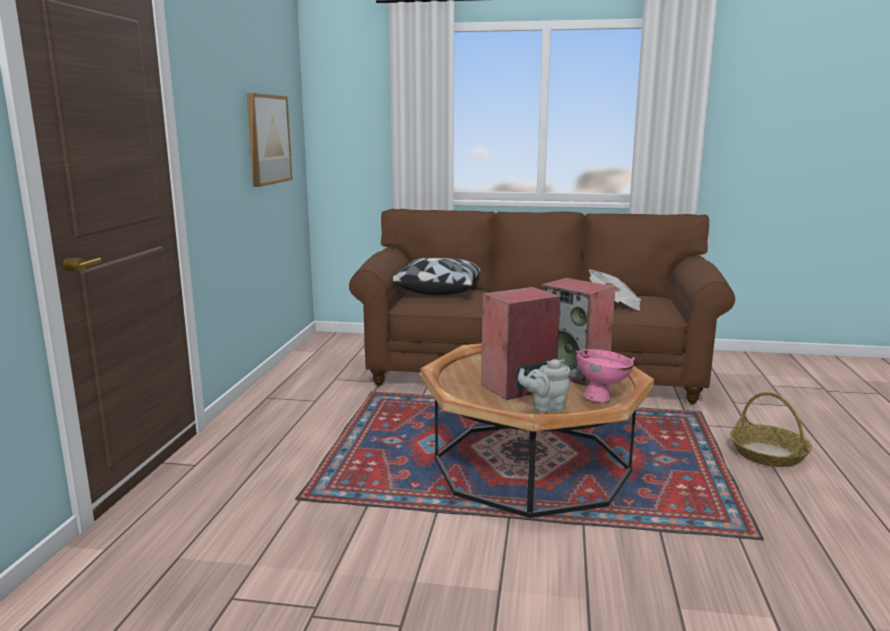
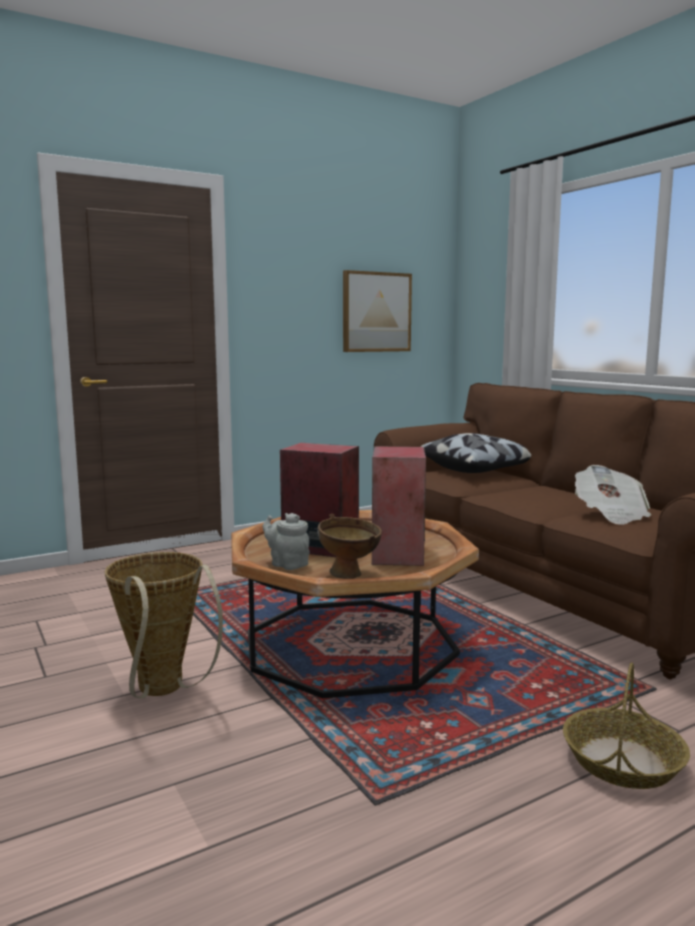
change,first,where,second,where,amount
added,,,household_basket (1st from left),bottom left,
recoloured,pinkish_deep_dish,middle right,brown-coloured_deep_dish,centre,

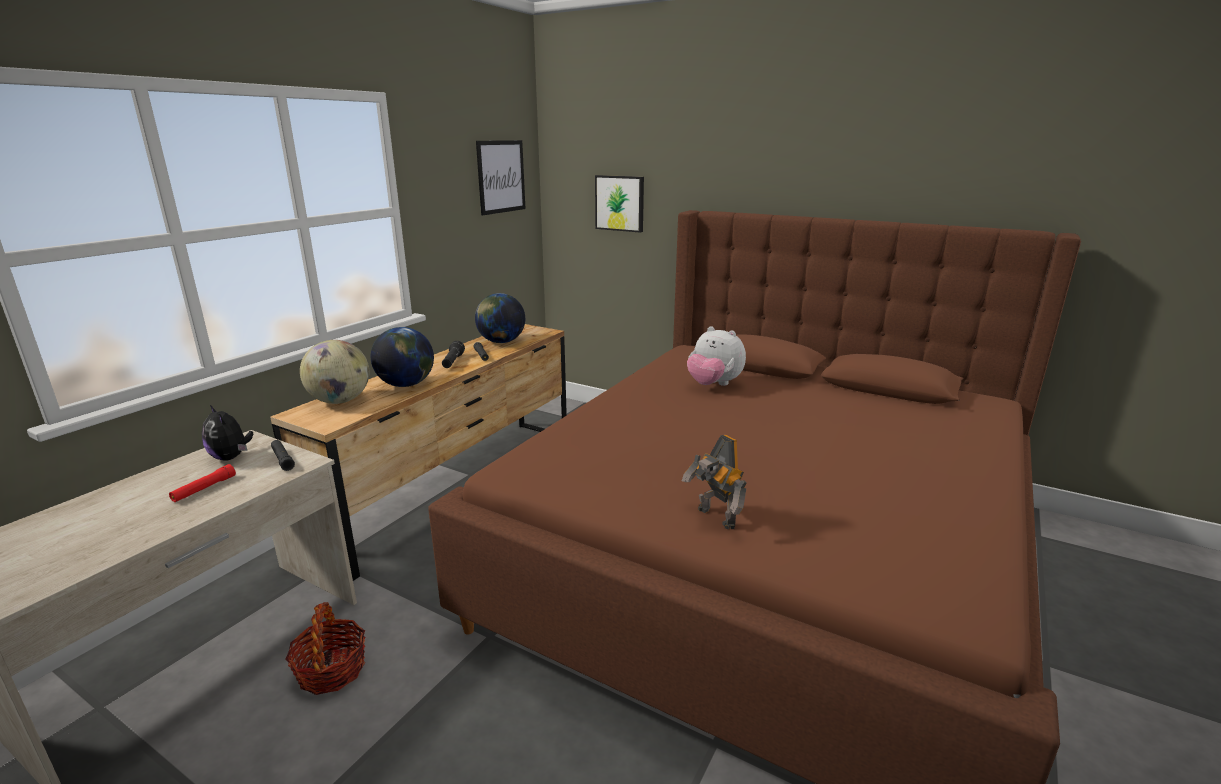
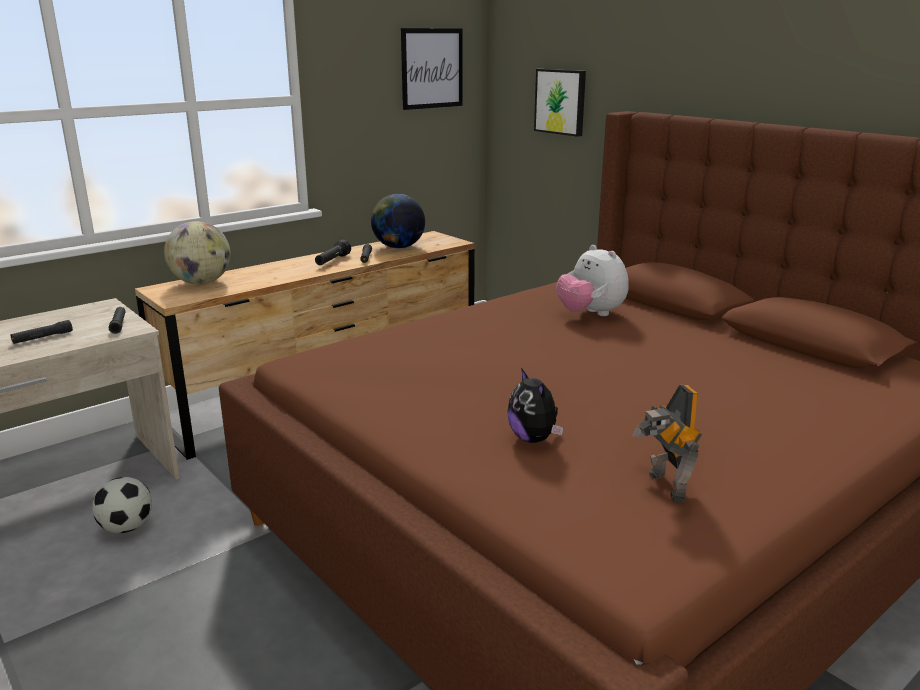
change,first,where,second,where,amount
removed,world_globe (2nd from left),middle left,,,
moved,cuddly_toy (1st from left),middle left,,centre,
moved,toy_robot,centre,,middle right,
replaced,household_basket,bottom left,ball_for_football,bottom left,
recoloured,red_flashlight,middle left,blackish_flashlight (1st from left),middle left,

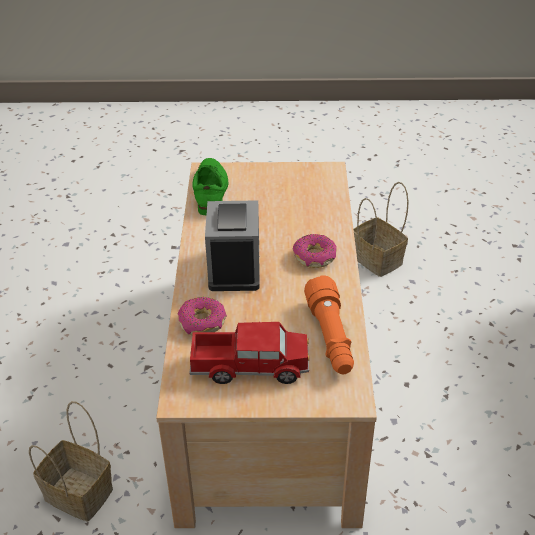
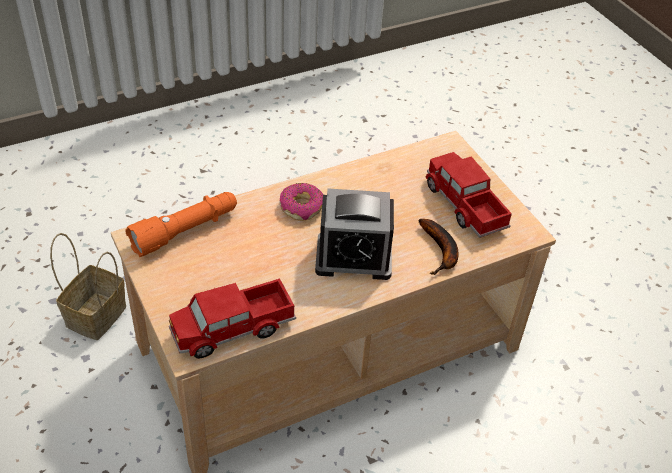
change,first,where,second,where,amount
removed,household_basket (1st from left),bottom left,,,
moved,orangey_flashlight,centre,,middle left,
replaced,doughnut (1st from left),centre,banana_fruit,centre,
replaced,greenish_item_of_footwear,centre,model_truck (1st from left),bottom centre,
turned,alarm_clock,centre,,centre,150 degrees counterclockwise

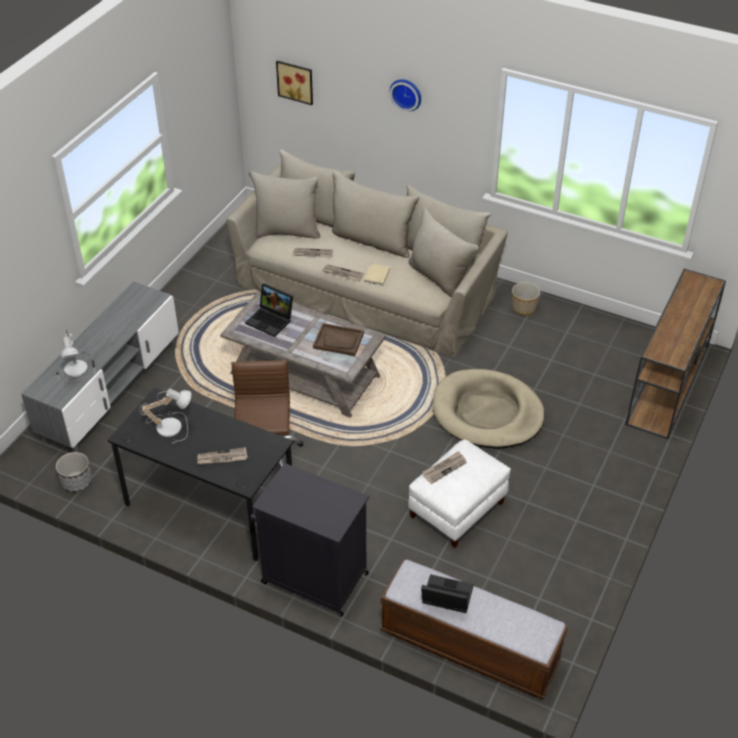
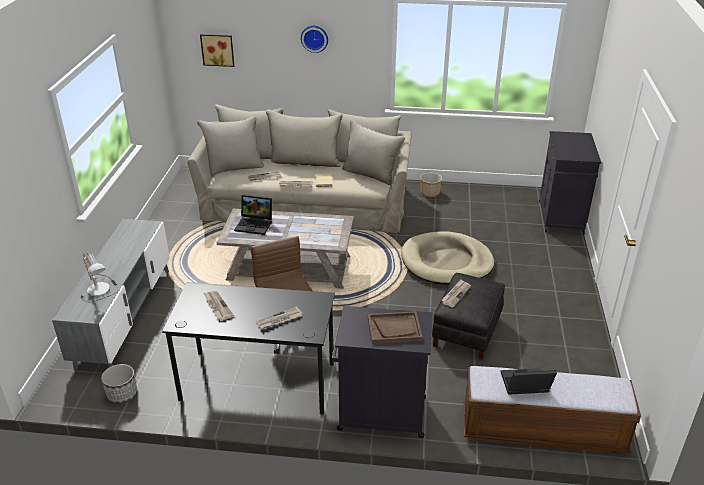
change,first,where,second,where,amount
moved,brown-coloured_tray,centre,,bottom centre,
replaced,lamp_for_a_table (2nd from left),middle left,printed_paper (1st from left),middle left,
replaced,brown-coloured_console_table,middle right,blackish_cabinet (2nd from left),middle right,
recoloured,whitish_ottoman,bottom centre,blackish_ottoman,centre,

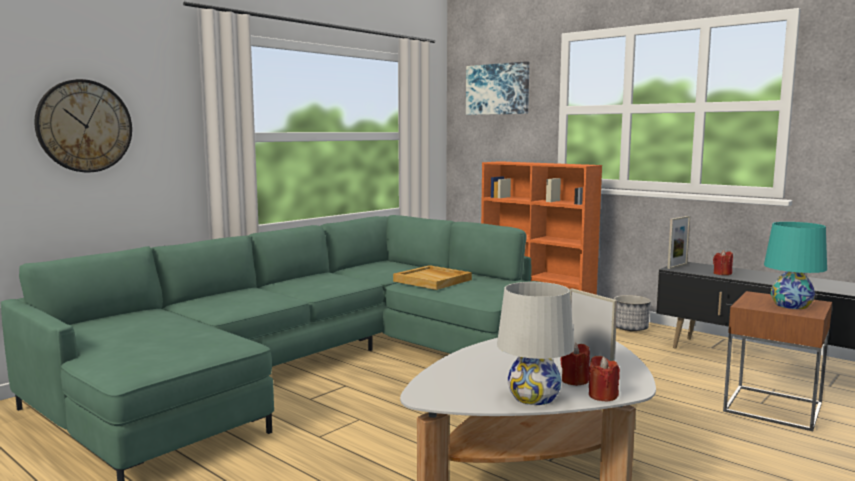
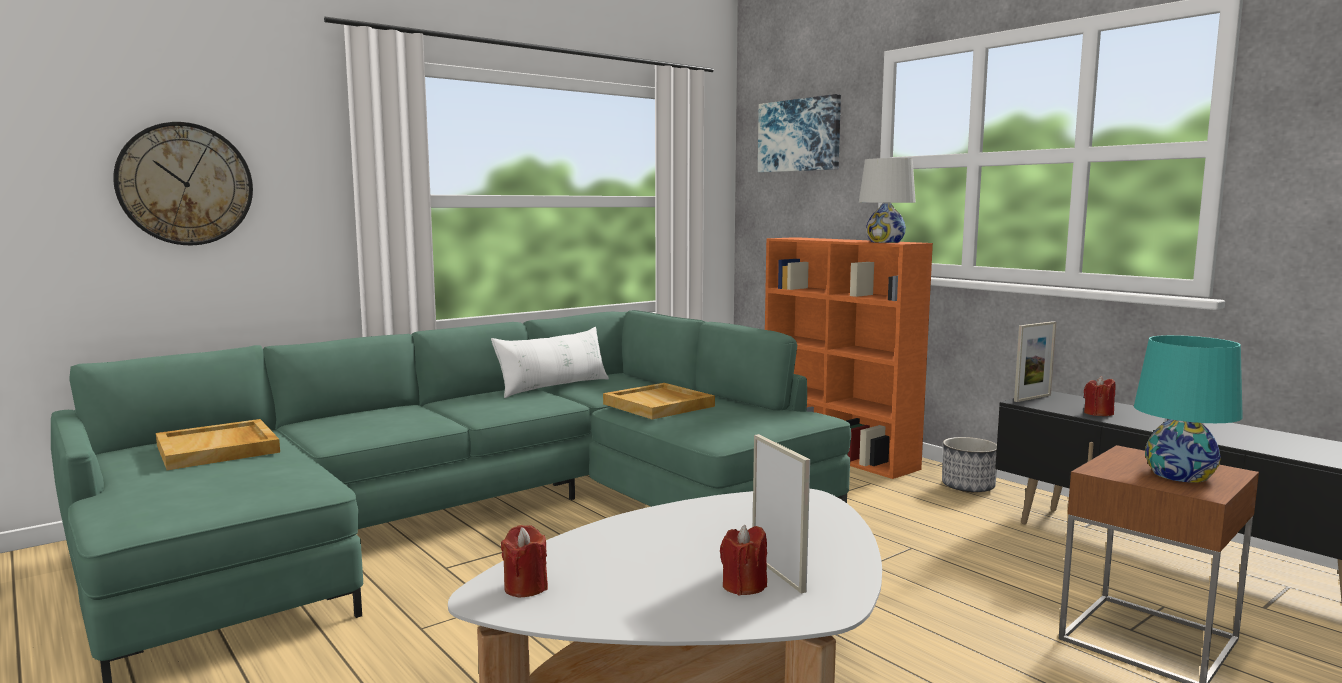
change,first,where,second,where,amount
added,,,beige-coloured_tray (1st from left),middle left,
added,,,whitish_pillow,centre,
moved,whitish_lamp_for_a_table,bottom centre,,top centre,
moved,red_wax_candle (2nd from left in the first image),bottom right,red_wax_candle (1st from left),bottom centre,

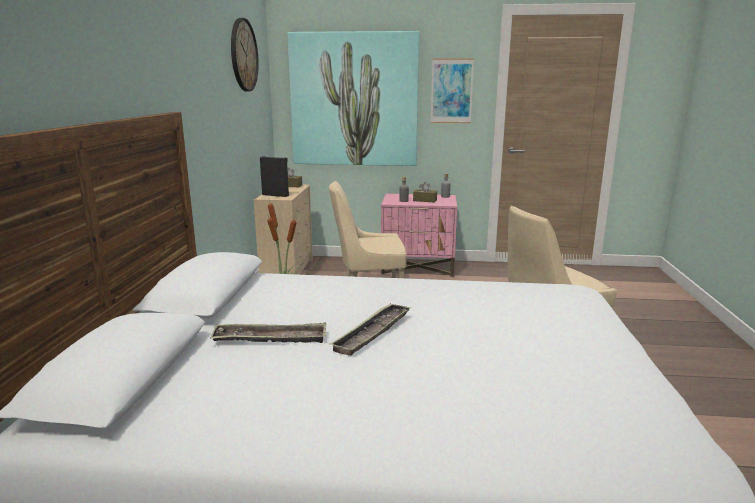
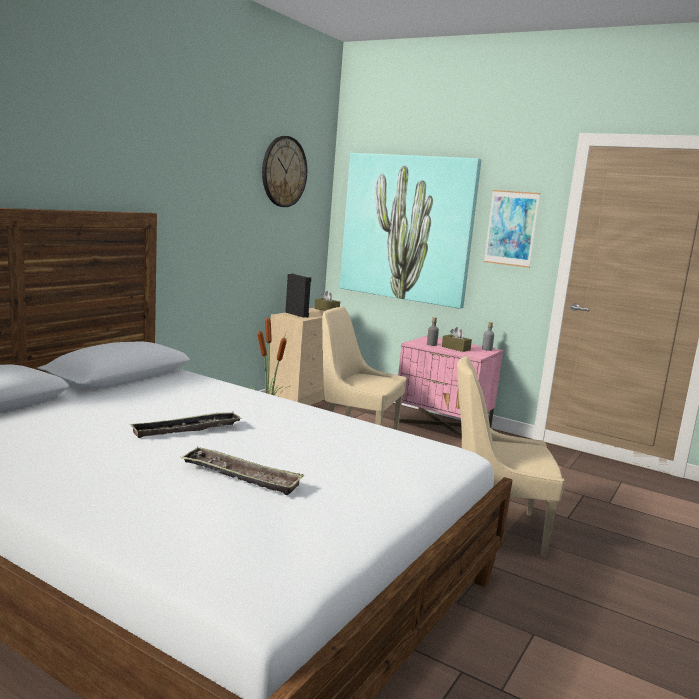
change,first,where,second,where,amount
moved,tray (1st from left in the first image),centre,tray (2nd from left),bottom centre,

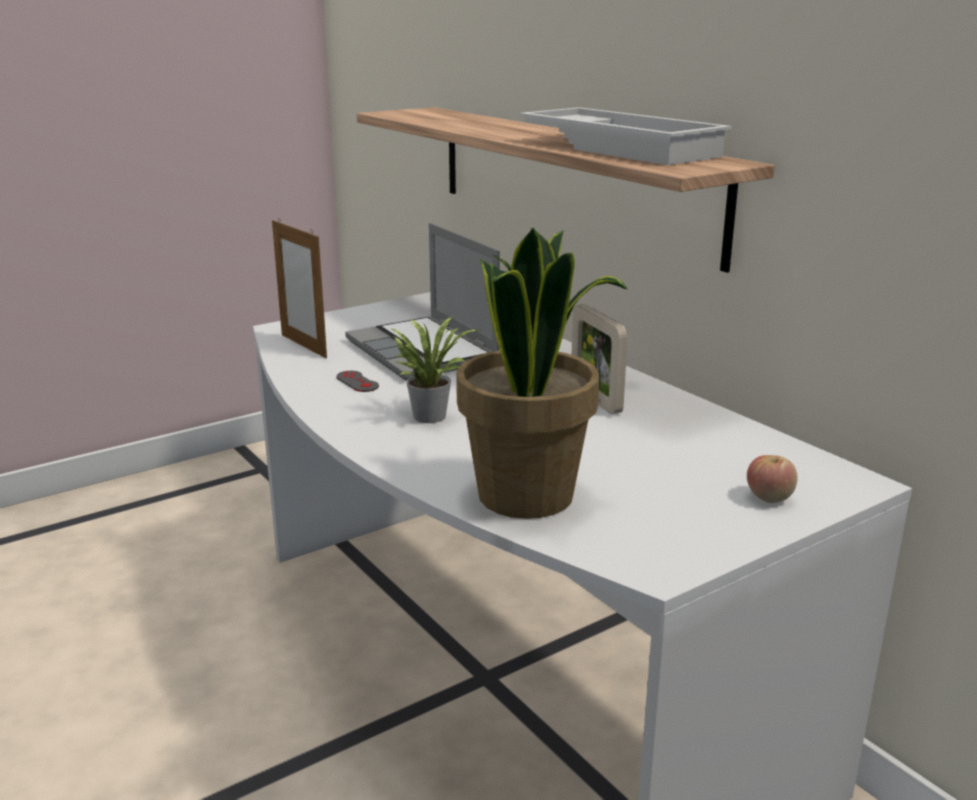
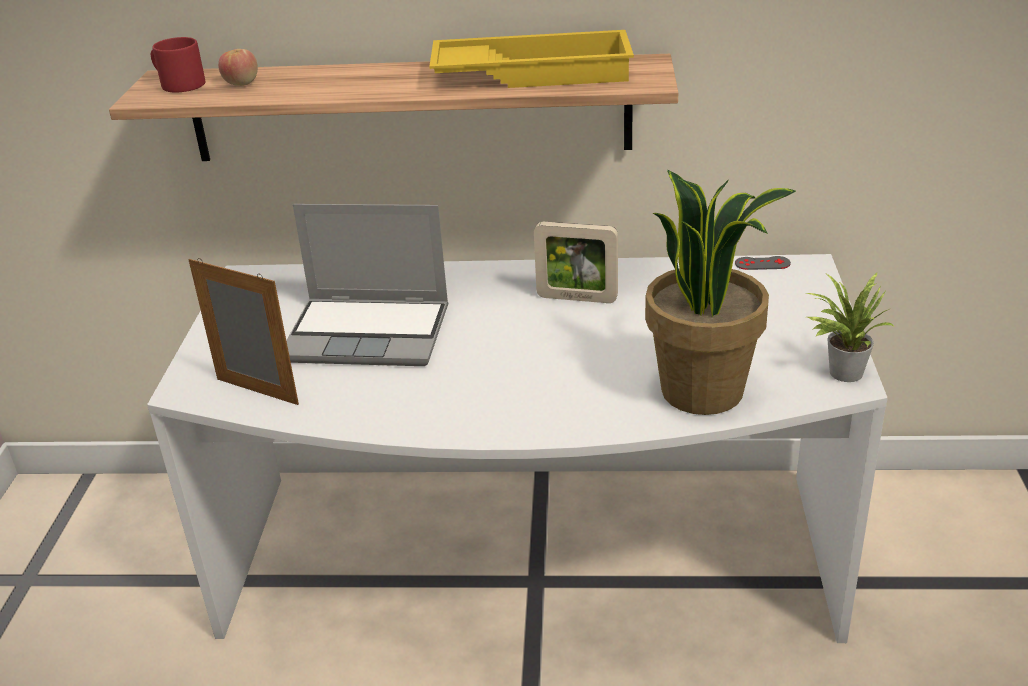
change,first,where,second,where,amount
added,,,red_tea_mug,top left,
moved,greyish_game_controller,centre,,middle right,
moved,potted_plant (1st from left in the first image),centre,potted_plant (2nd from left),middle right,
moved,apple,middle right,,top left,
recoloured,whitish_tray,top centre,yellow_tray,top centre,
turned,photo_frame (1st from left),middle left,,middle left,150 degrees counterclockwise

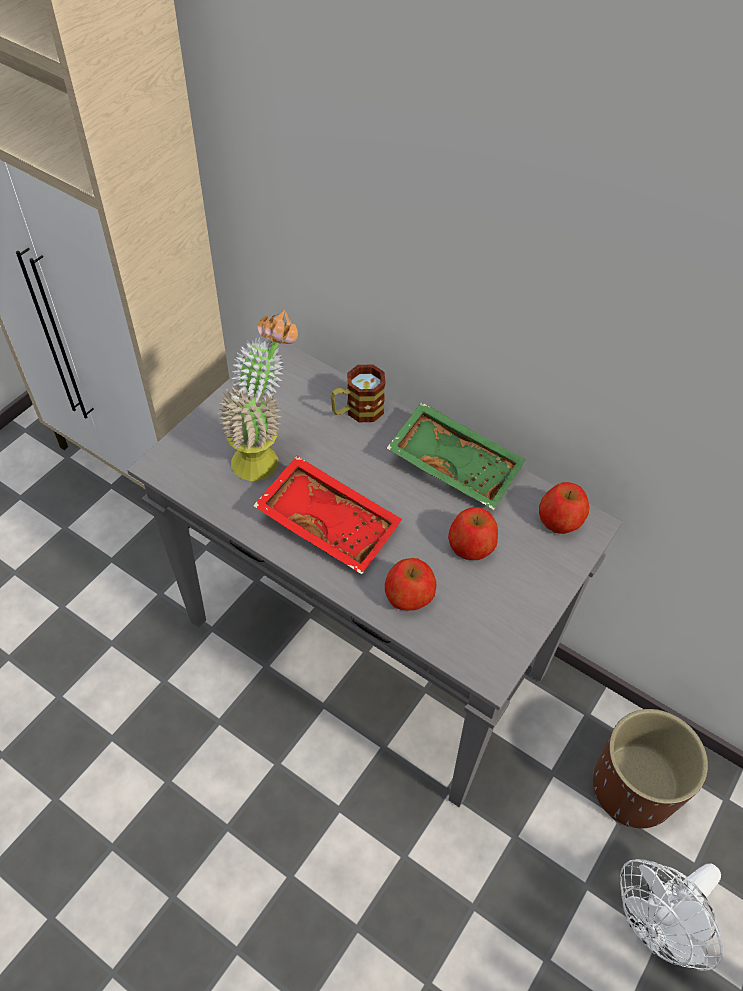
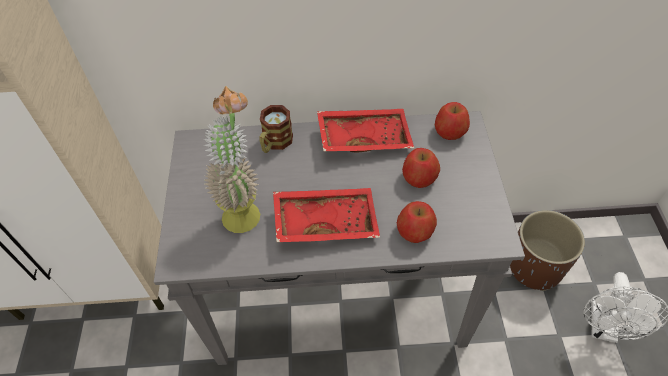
change,first,where,second,where,amount
recoloured,greenish_tray,centre,red_tray (2nd from left),centre,

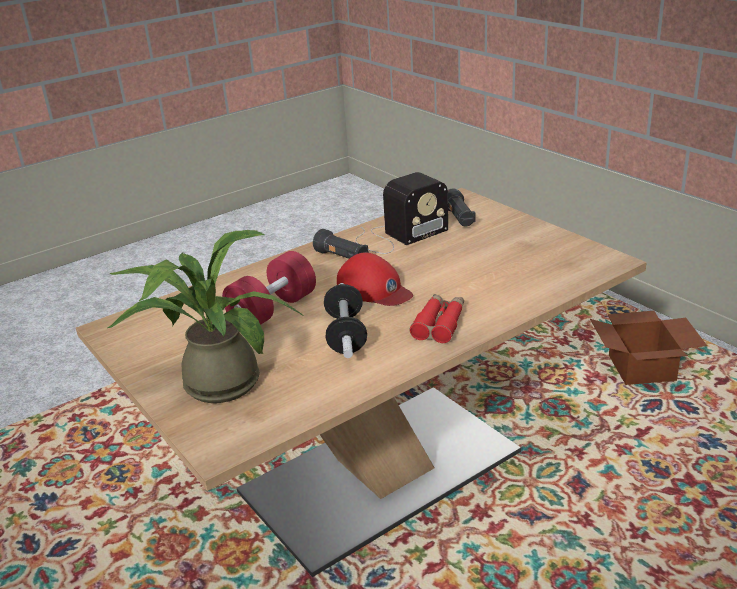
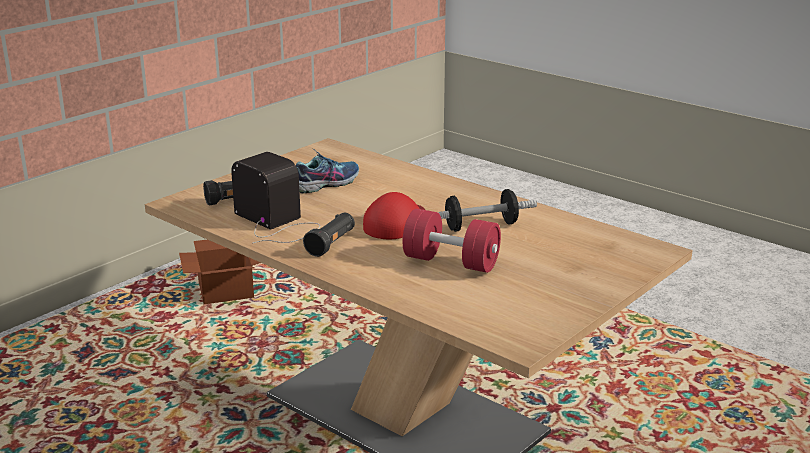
change,first,where,second,where,amount
removed,potted_plant,middle left,,,
removed,red_pair_of_binoculars,centre,,,
added,,,item_of_footwear,centre,

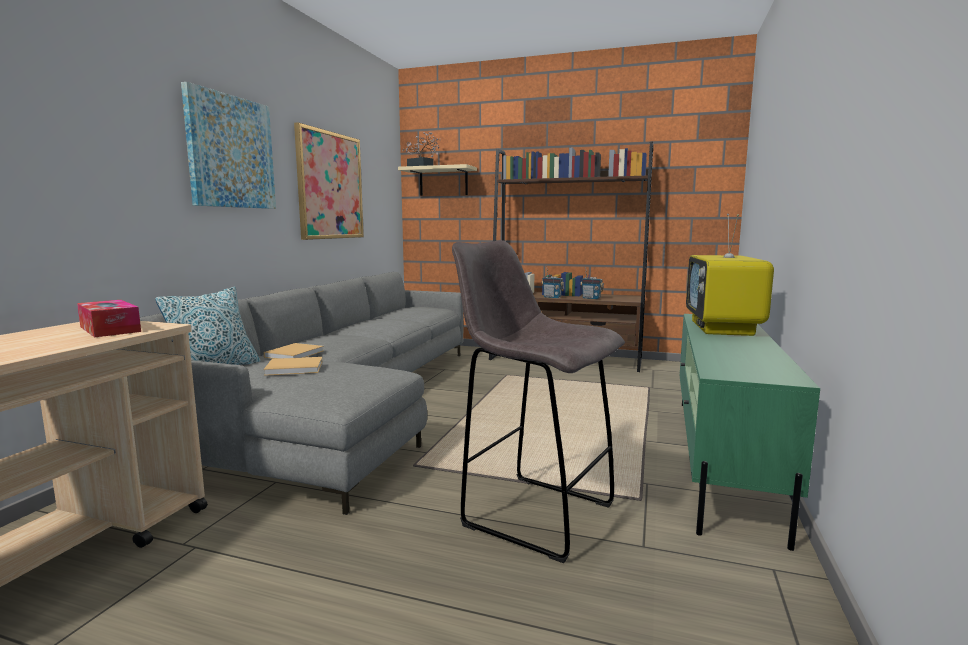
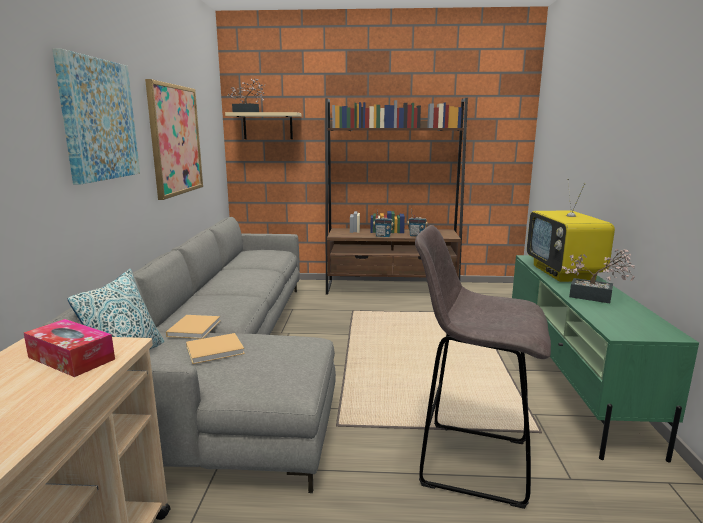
change,first,where,second,where,amount
added,,,potted_plant (2nd from left),middle right,

